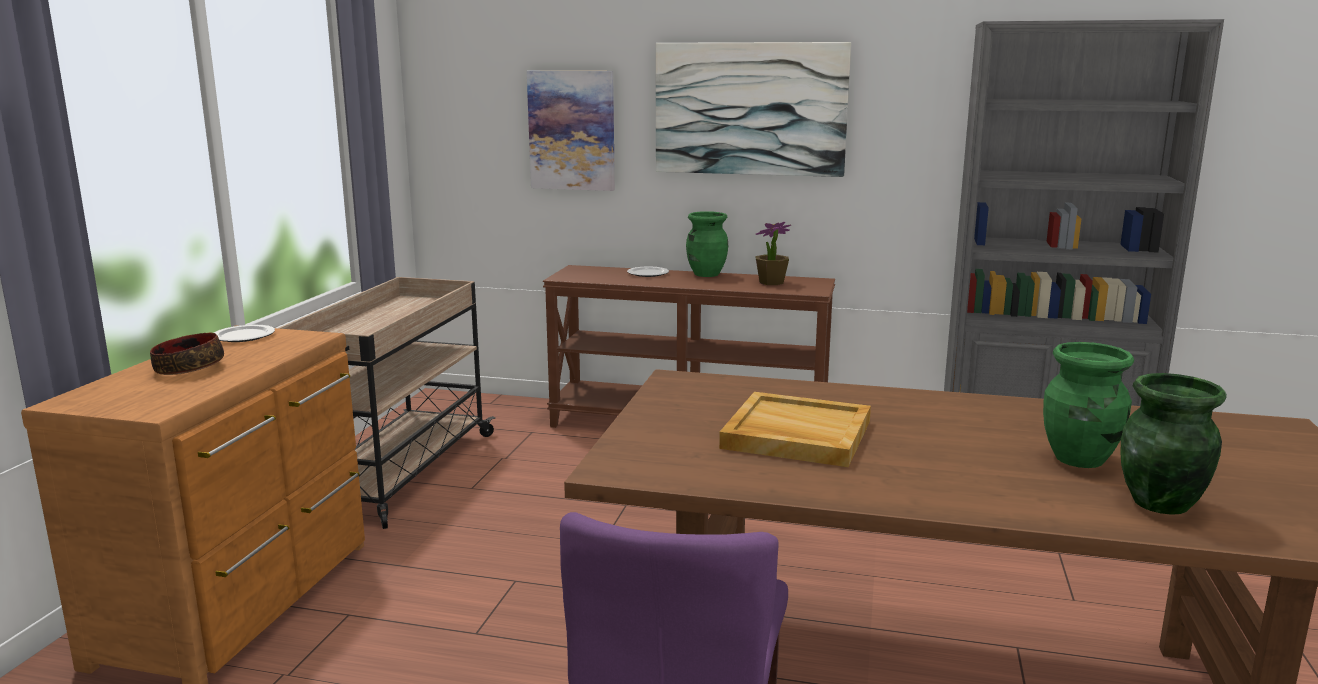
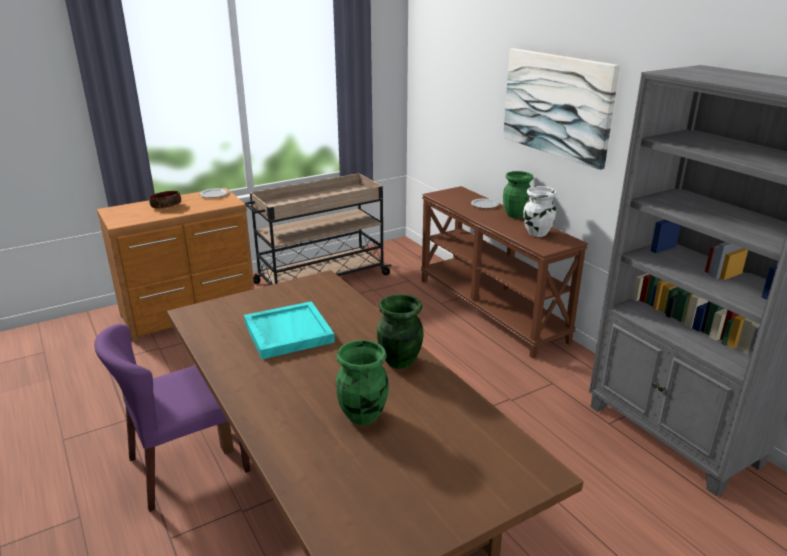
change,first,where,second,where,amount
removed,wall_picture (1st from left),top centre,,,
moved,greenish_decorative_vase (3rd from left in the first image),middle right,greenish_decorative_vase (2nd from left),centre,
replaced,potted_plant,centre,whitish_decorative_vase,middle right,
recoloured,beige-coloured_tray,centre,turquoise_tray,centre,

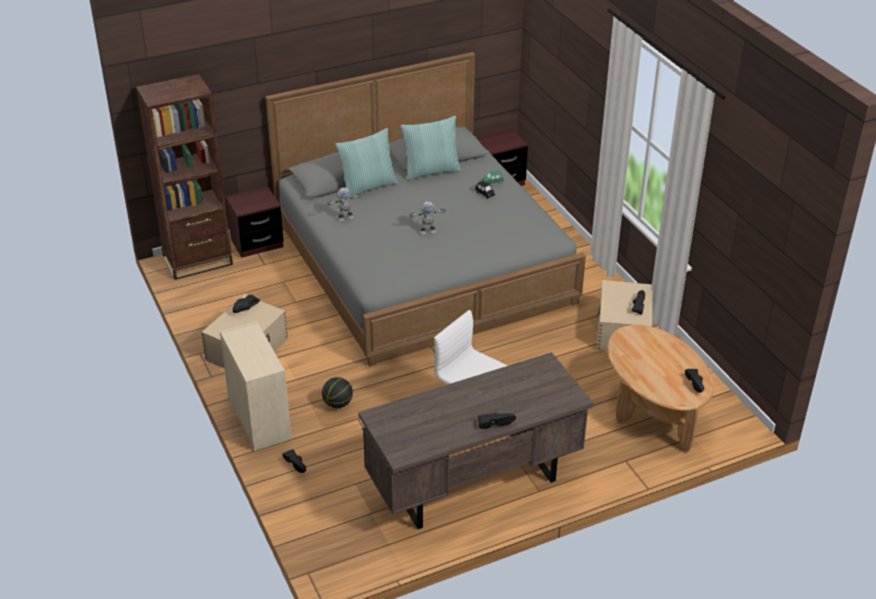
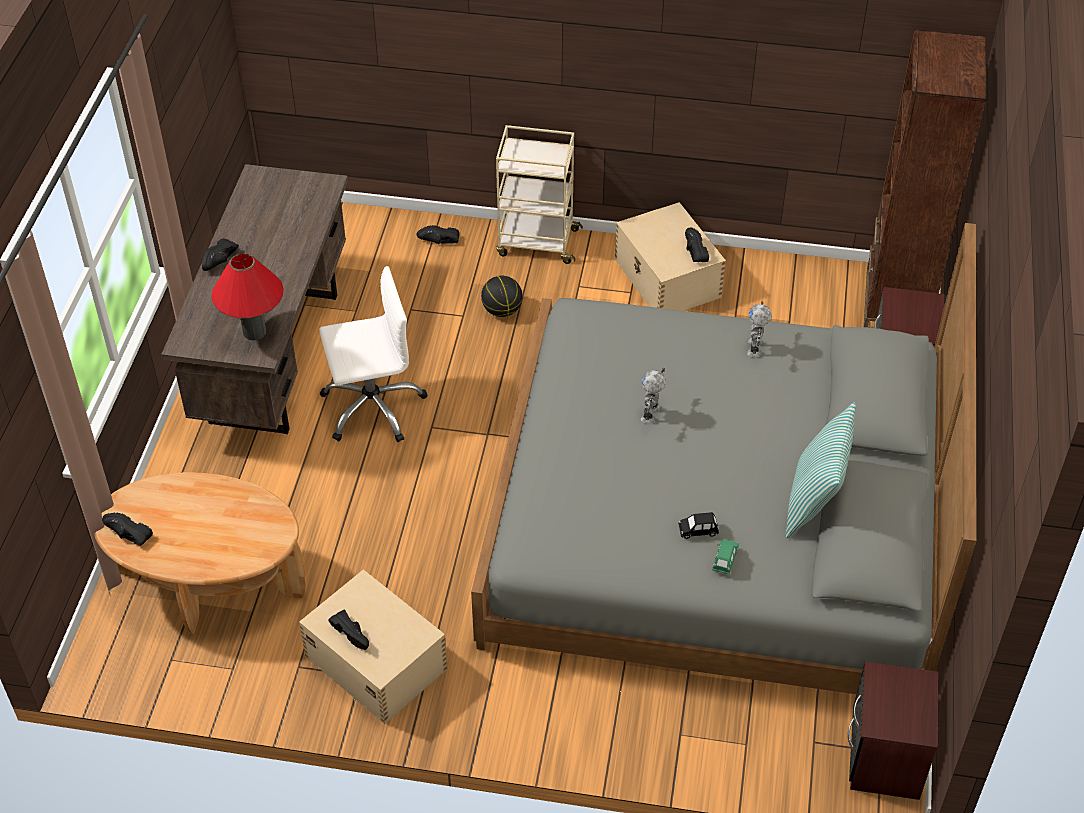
change,first,where,second,where,amount
removed,pillow (1st from left),top centre,,,
added,,,red_lamp_for_a_table,middle left,
replaced,beige-coloured_chest_of_drawers,middle left,beige-coloured_wheeled_cart,top centre,

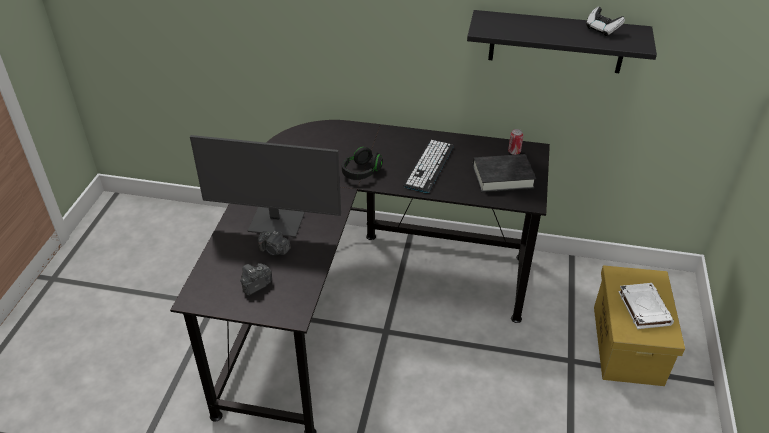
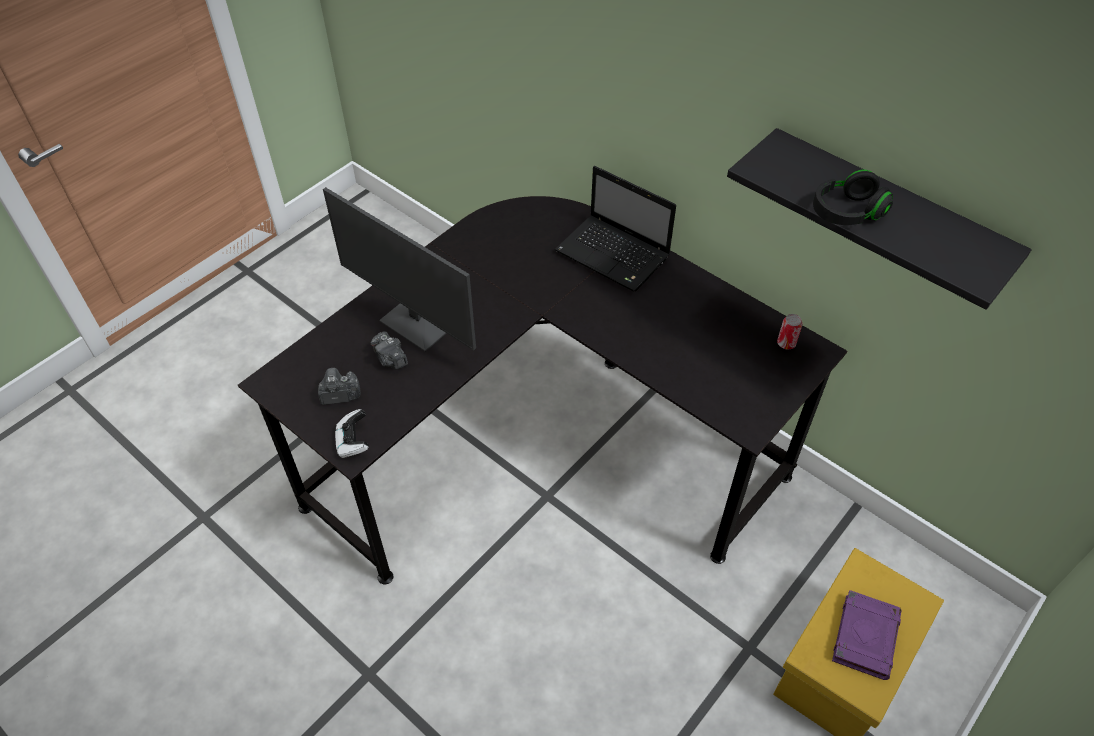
change,first,where,second,where,amount
removed,PC_keyboard,centre,,,
removed,blackish_book,centre,,,
added,,,portable_computer,top centre,
moved,blackish_headset,centre,,top right,
moved,game_controller,top right,,middle left,
recoloured,whitish_book,bottom right,purple_book,bottom right,

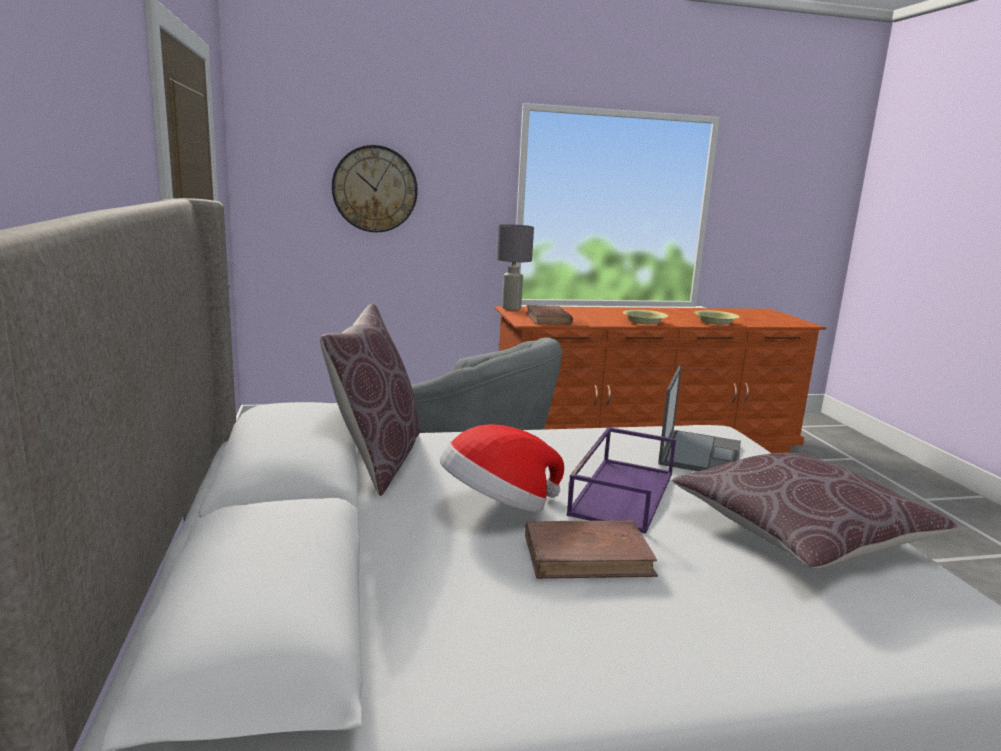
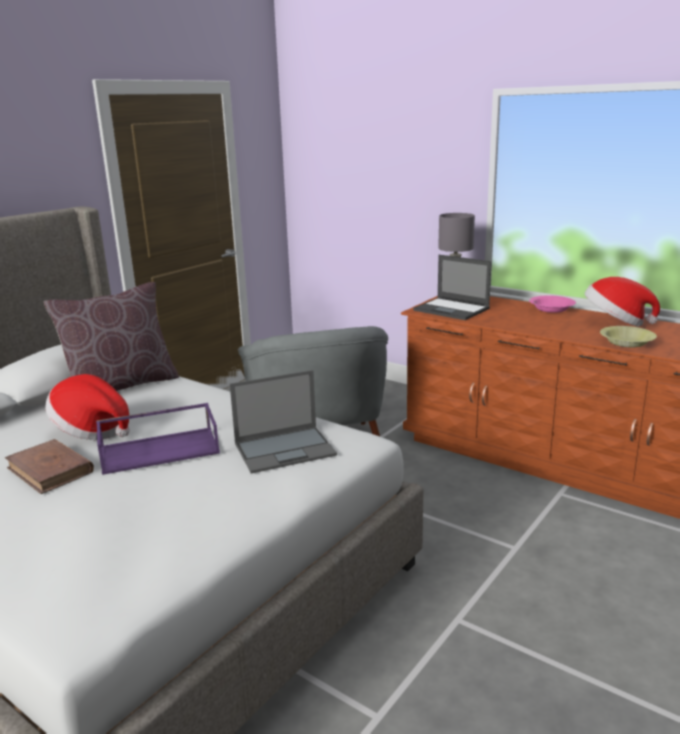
change,first,where,second,where,amount
removed,wall_clock,top centre,,,
removed,yellow_deep_dish (1st from left),centre,,,
removed,brown-coloured_pillow (2nd from left),bottom right,,,
added,,,pinkish_deep_dish,middle right,
added,,,wearable_hat (2nd from left),middle right,
replaced,brown-coloured_book (1st from left),centre,portable_computer (2nd from left),centre,

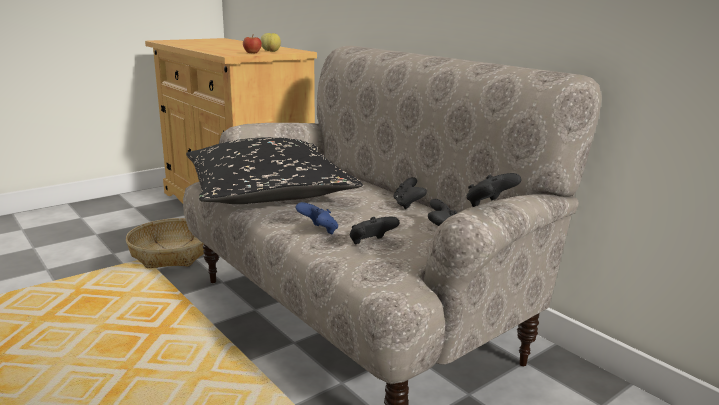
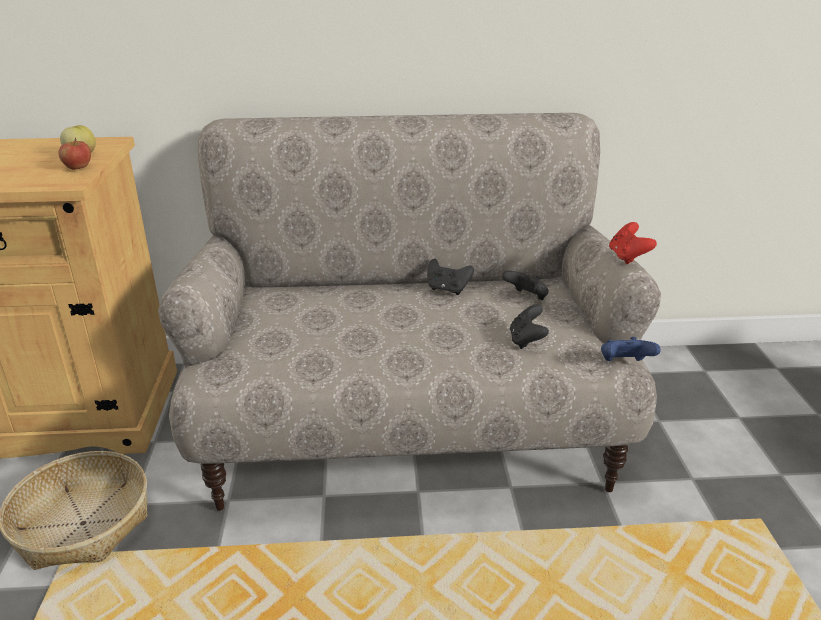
change,first,where,second,where,amount
removed,blackish_pillow,centre,,,
moved,bluish_game_controller,centre,,middle right,
recoloured,blackish_game_controller (4th from left),middle right,red_game_controller,middle right,

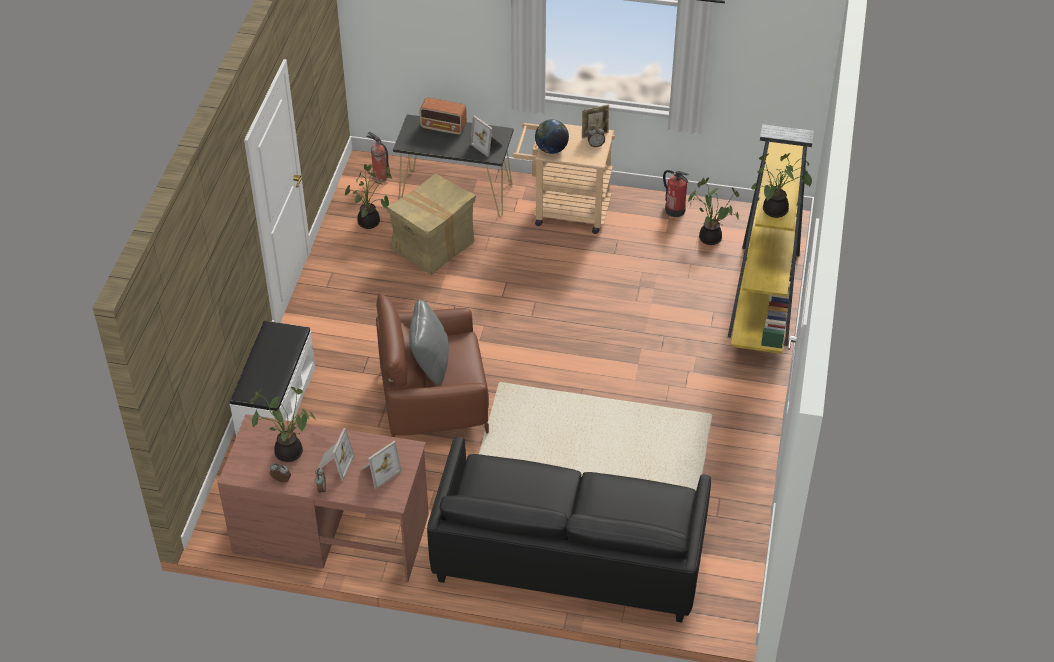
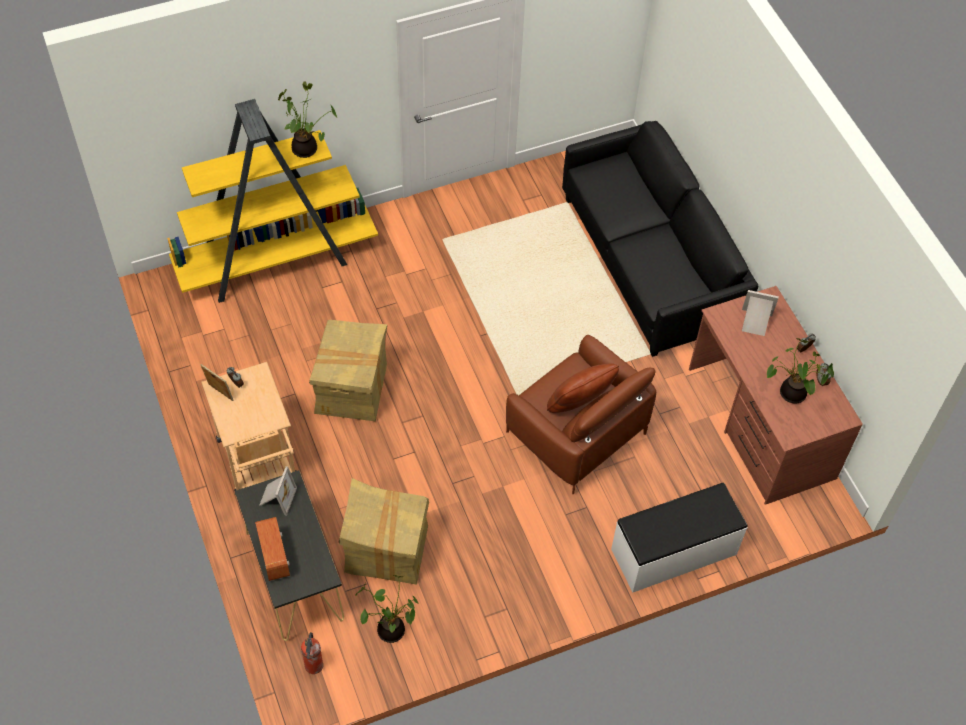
change,first,where,second,where,amount
removed,photo_frame (1st from left),bottom left,,,
removed,world_globe,top centre,,,
removed,extinguisher (2nd from left),top centre,,,
removed,potted_plant (3rd from left),top right,,,
added,,,packing_box (1st from left),centre,
recoloured,greyish_pillow,centre,brown-coloured_pillow,centre,

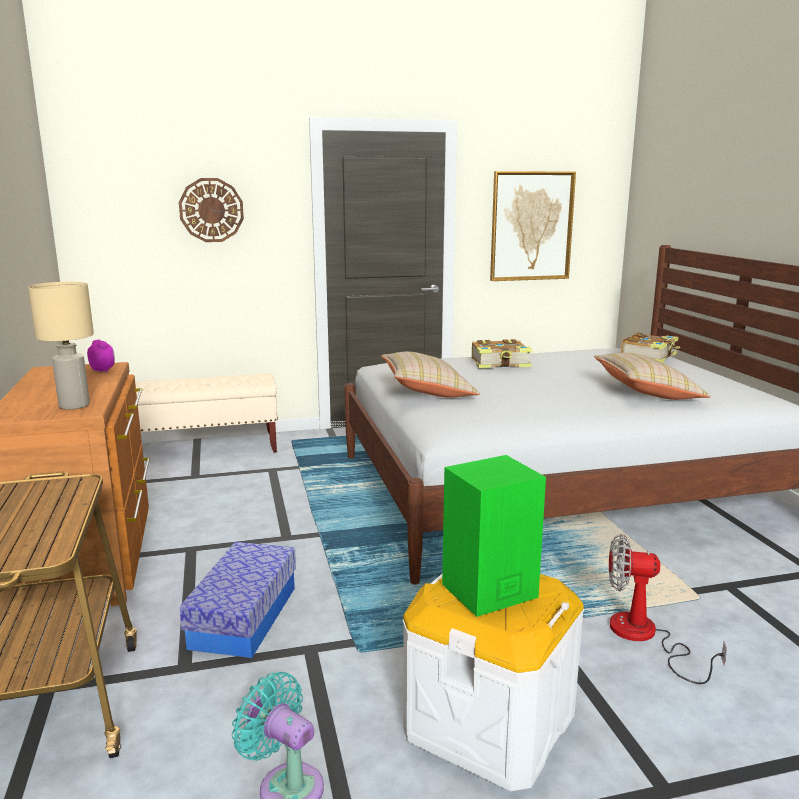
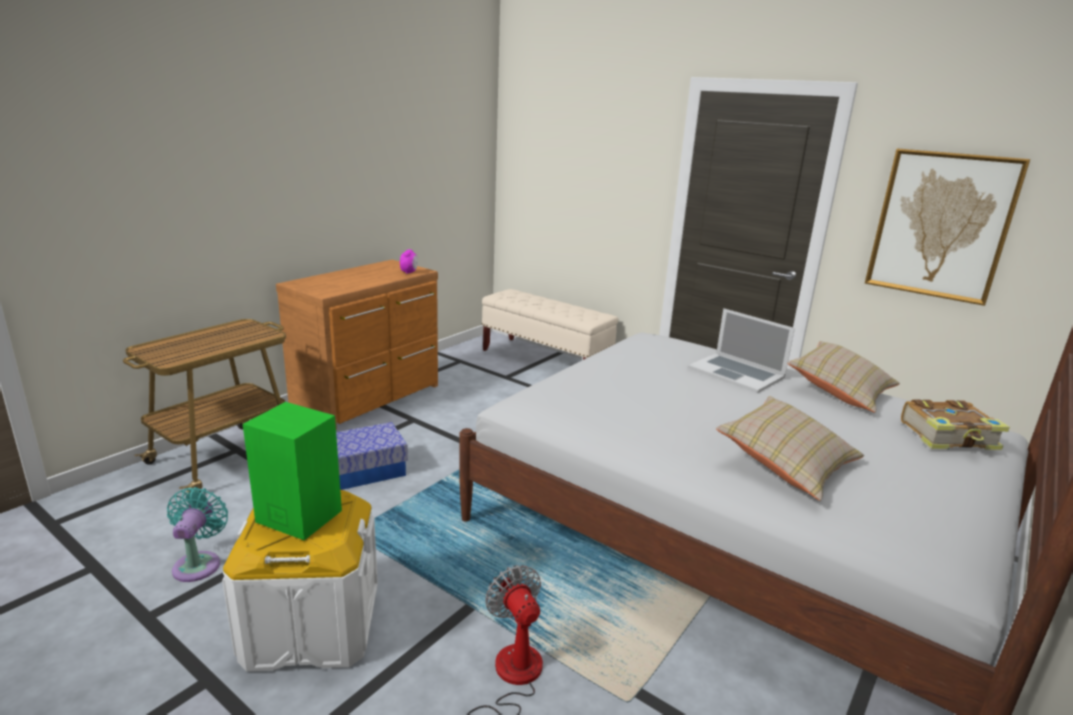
change,first,where,second,where,amount
removed,beige-coloured_lamp_for_a_table,middle left,,,
removed,wall_clock,top left,,,
moved,beige-coloured_pillow (1st from left in the first image),centre,beige-coloured_pillow (2nd from left),middle right,
replaced,book (1st from left),centre,portable_computer,middle right,

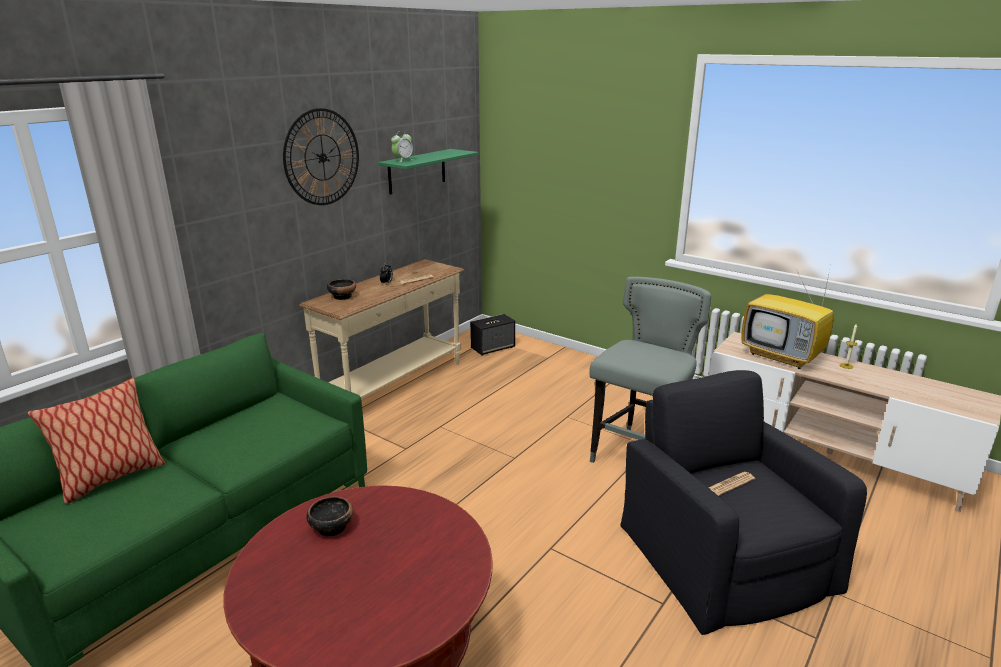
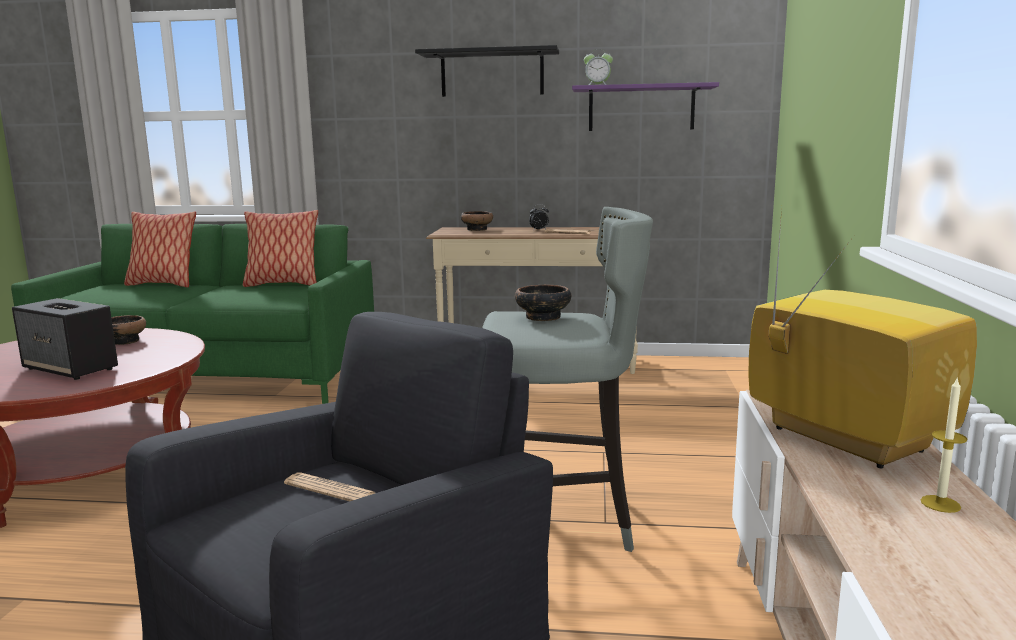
change,first,where,second,where,amount
added,,,pillow (2nd from left),middle left,
added,,,deep_dish (3rd from left),centre,
moved,speaker,centre,,middle left,
replaced,wall_clock,top left,blackish_bracket_shelf,top centre,
recoloured,greenish_bracket_shelf,top centre,purple_bracket_shelf,top centre,
turned,TV,middle right,,middle right,135 degrees clockwise

